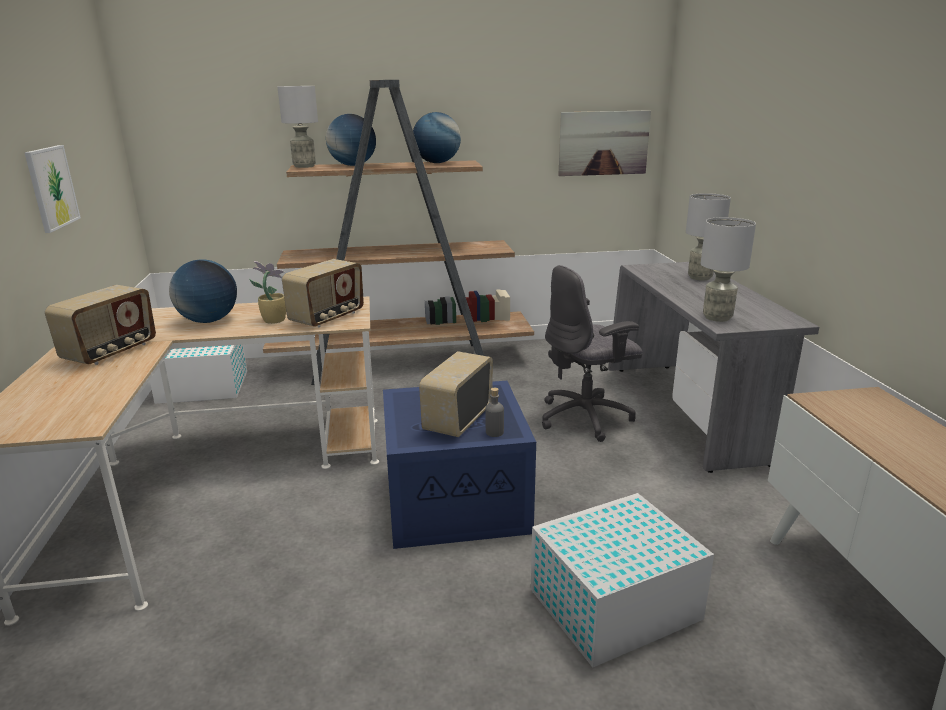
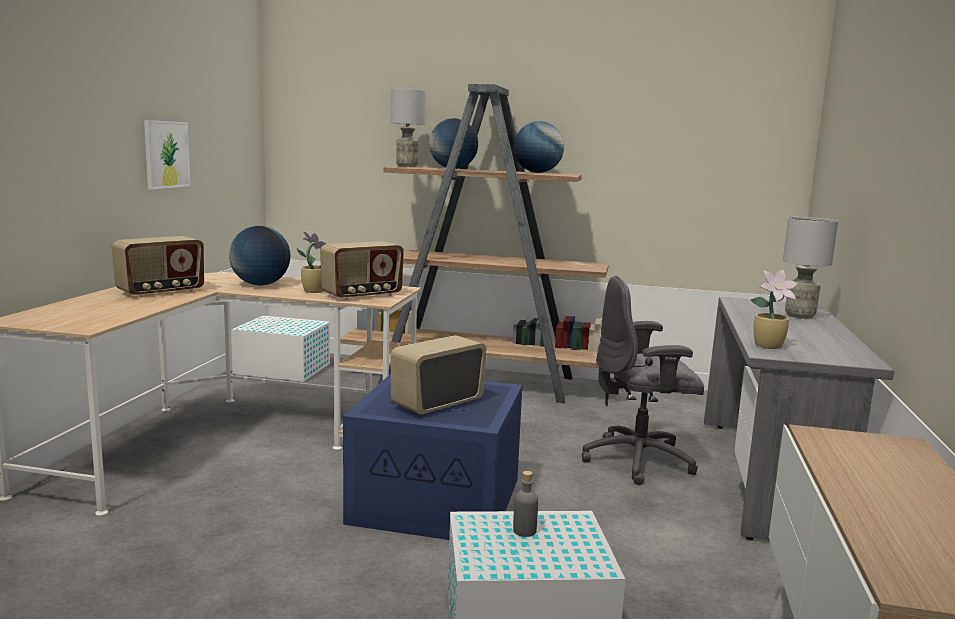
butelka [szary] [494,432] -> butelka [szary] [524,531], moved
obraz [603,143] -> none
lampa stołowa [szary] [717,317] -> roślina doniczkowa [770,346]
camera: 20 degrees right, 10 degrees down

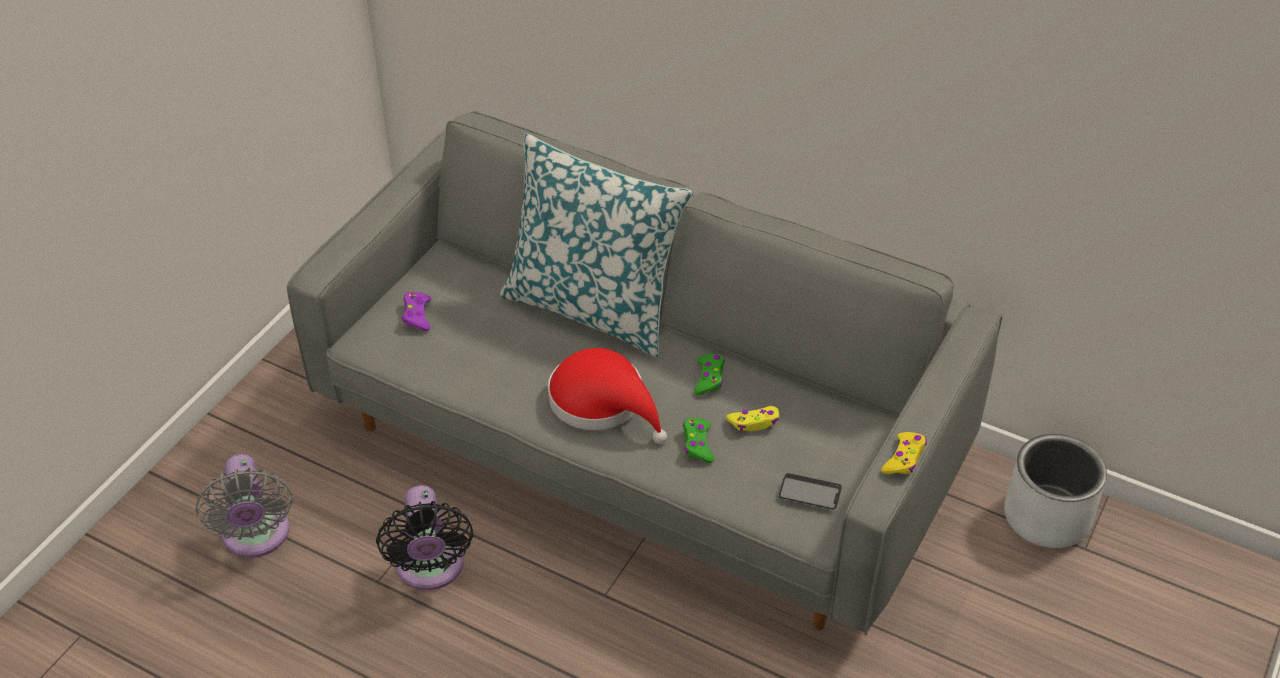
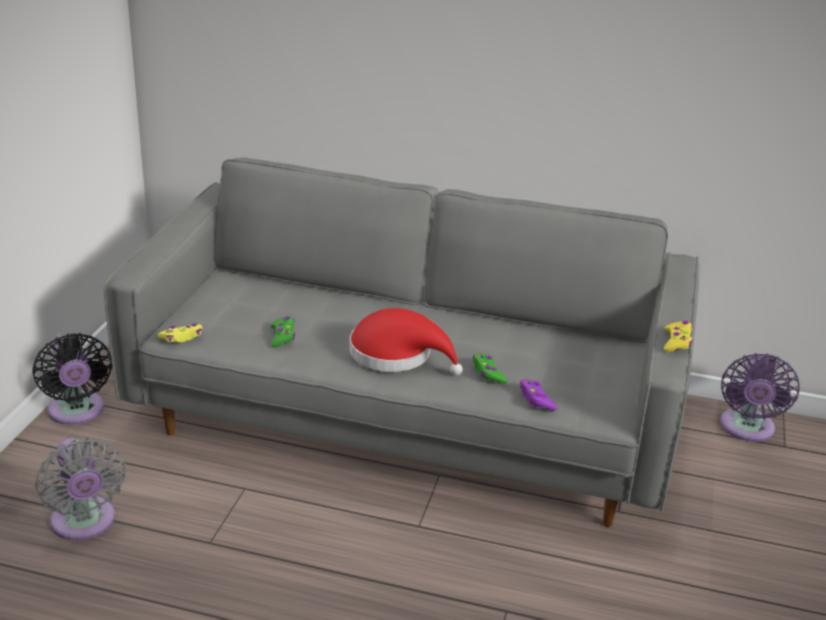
wentylator [czarny] [430,569] -> wentylator [czarny] [77,412], moved
pad do gier [fioletowy] [417,315] -> pad do gier [fioletowy] [536,400], moved
poduszka [593,307] -> none
pad do gier [zielony] [709,378] -> pad do gier [zielony] [283,336], moved
pad do gier [żółty] [754,422] -> pad do gier [żółty] [182,337], moved
telefon [810,493] -> none
donica [szary] [1047,516] -> wentylator [fioletowy] [746,429]
camera: 15 degrees left, 15 degrees down

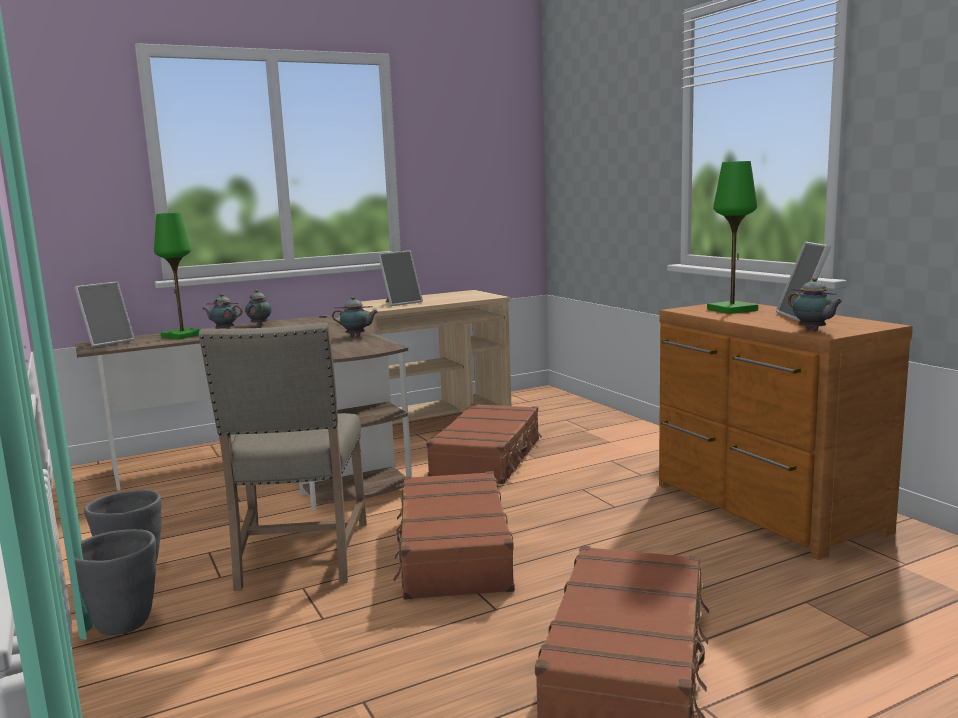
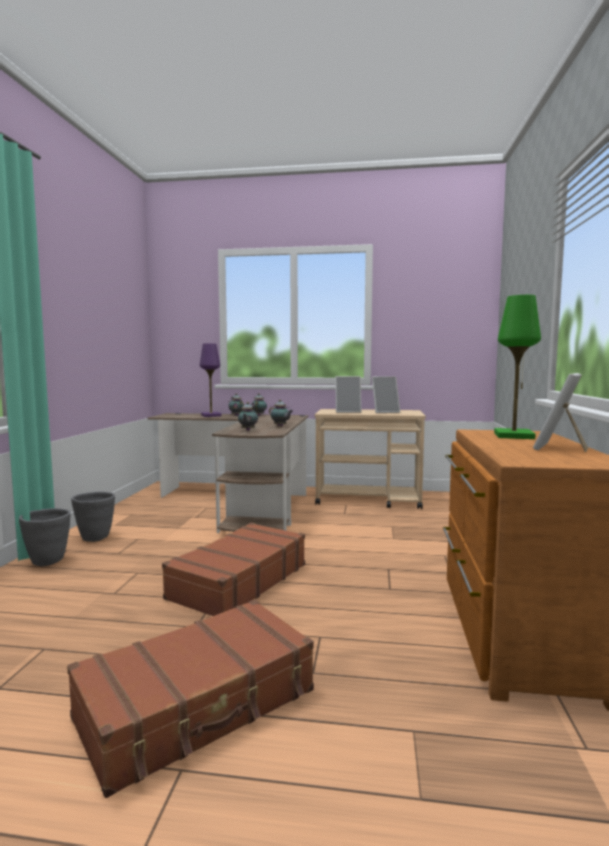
ramka na zdjęcie [108,342] -> ramka na zdjęcie [385,412], moved
lampa stołowa [zielony] [182,335] -> lampa stołowa [fioletowy] [211,415]
krzesło [beżowy] [300,557] -> none
walizka [brązowy] [488,458] -> none
imbryk [813,330] -> imbryk [247,430], moved
camera: 35 degrees right, 5 degrees down

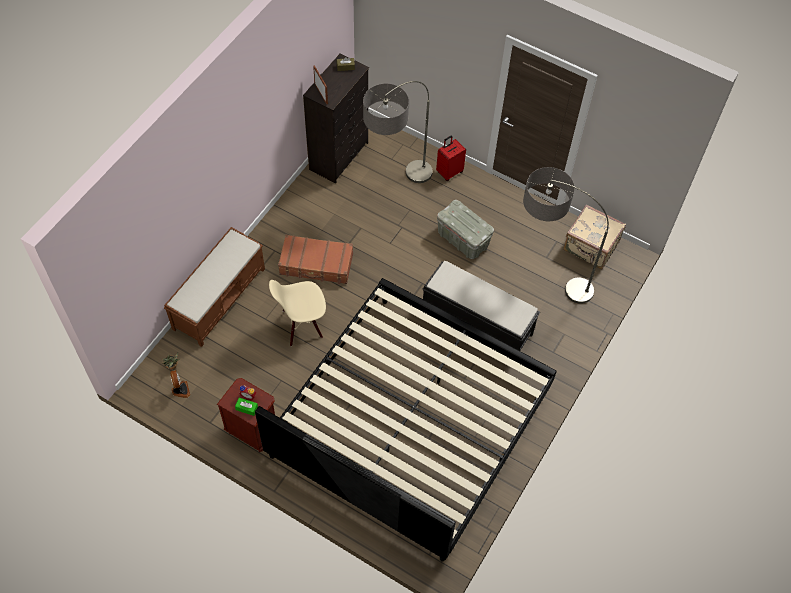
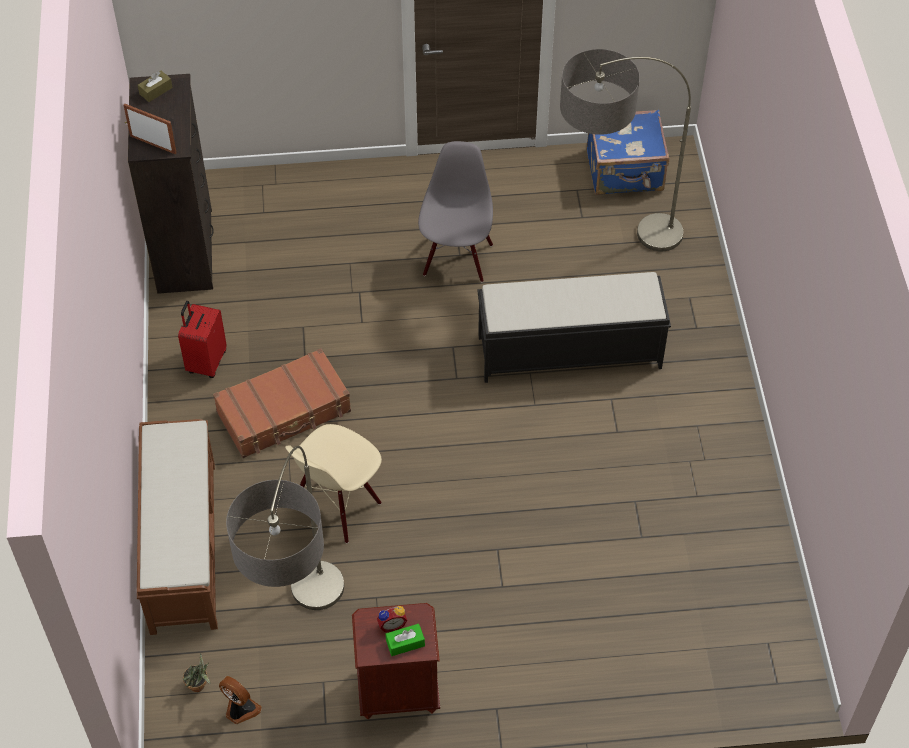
łóżko [410,422] -> none
lampa stojąca [395,190] -> lampa stojąca [304,644], moved
walizka [czerwony] [449,172] -> walizka [czerwony] [206,362], moved
pojemnik do przechowywania [szary] [463,240] -> krzesło [szary] [456,259]
walizka [beżowy] [590,247] -> walizka [niebieski] [625,172]
camera: 35 degrees left, 5 degrees down

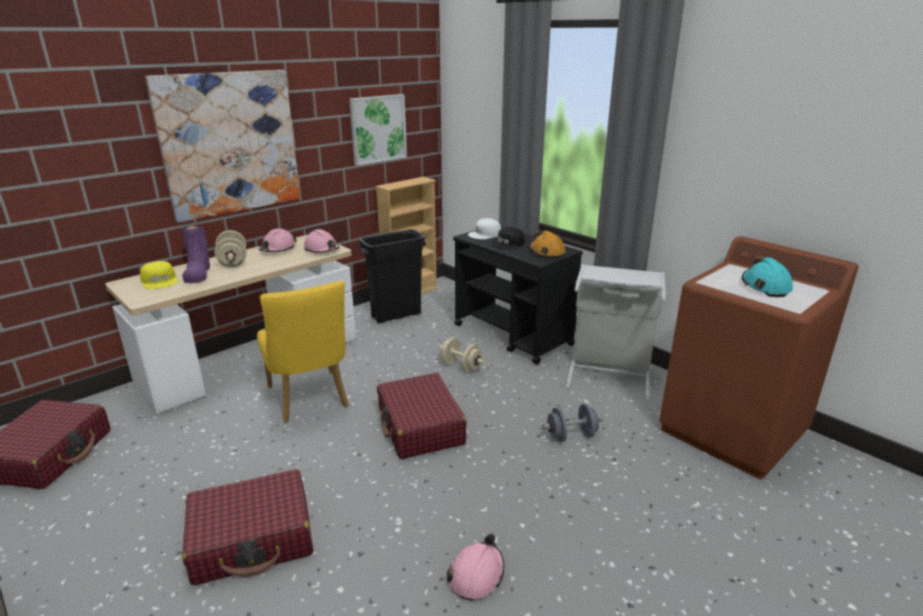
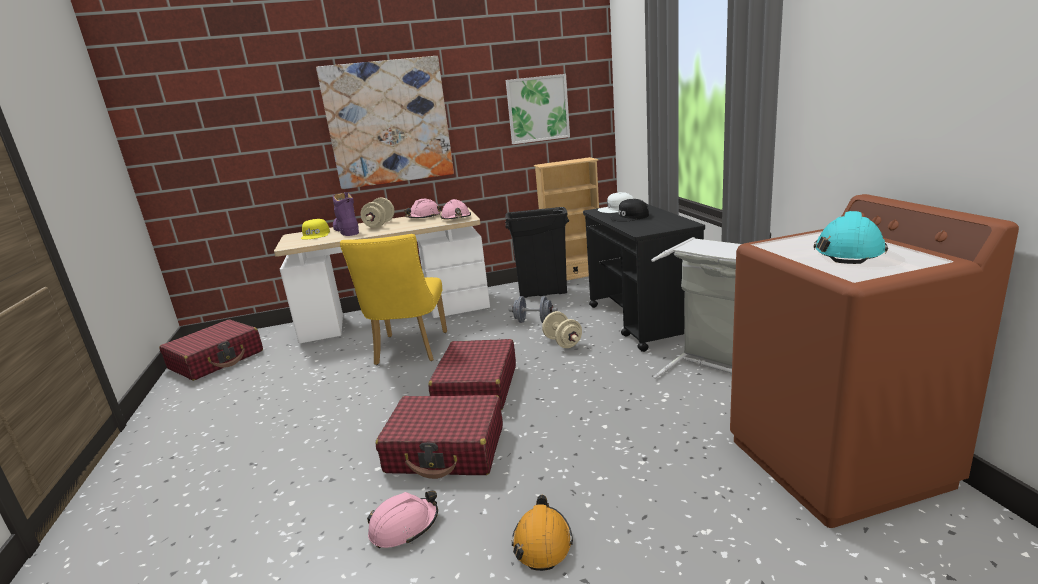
but z cholewką [fioletowy] [198,273] -> but z cholewką [fioletowy] [346,231], 135 degrees clockwise
walizka [czerwony] [252,539] -> walizka [czerwony] [446,449], moved
kask [pomarańczowy] [546,252] -> kask [pomarańczowy] [542,542], moved
hantel [szary] [571,436] -> hantel [szary] [533,321], moved
camera: 30 degrees right, 5 degrees down

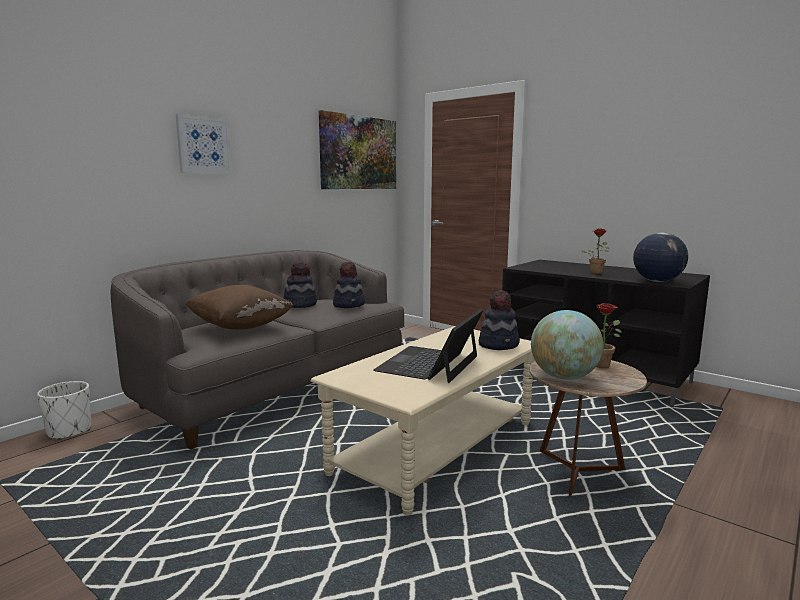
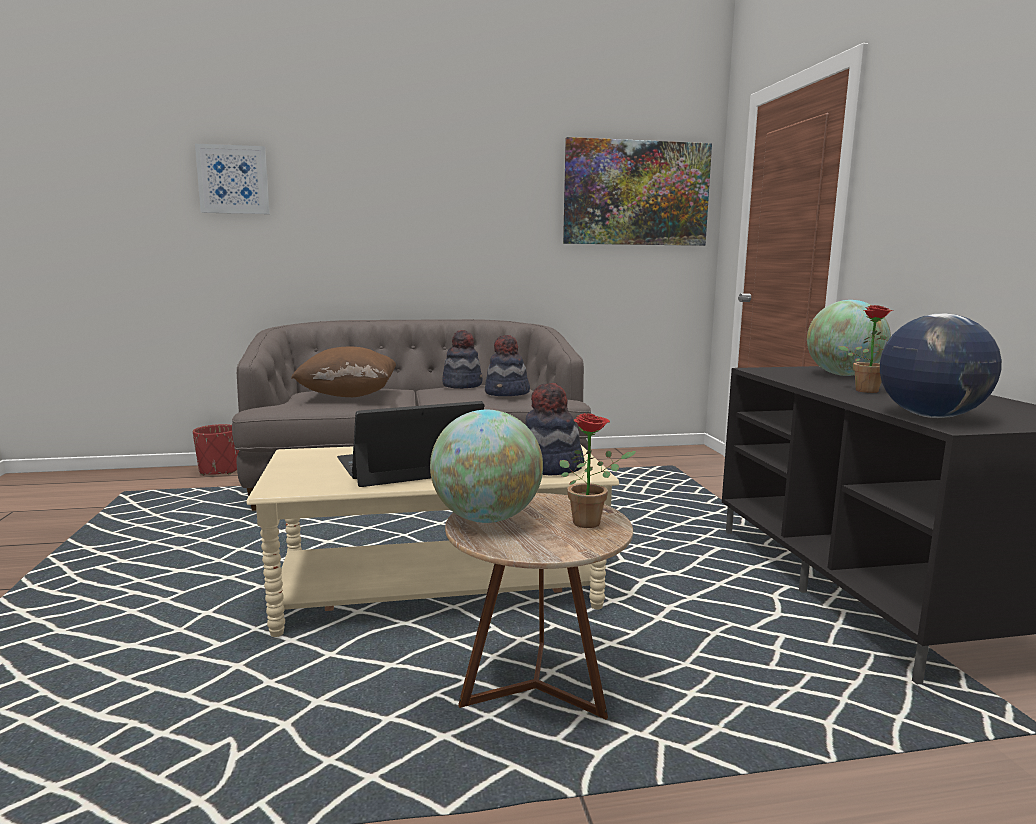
donica [biały] [69,431] -> donica [czerwony] [219,471]
obraz [203,145] -> obraz [233,179], moved
none -> globus [843,375]
camera: 40 degrees right, 0 degrees up

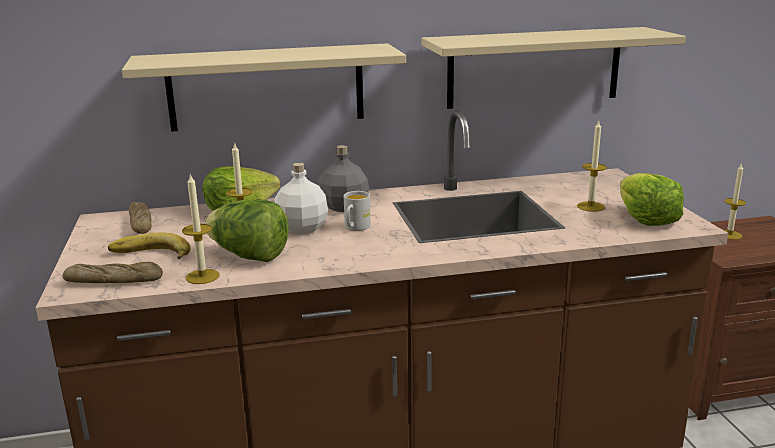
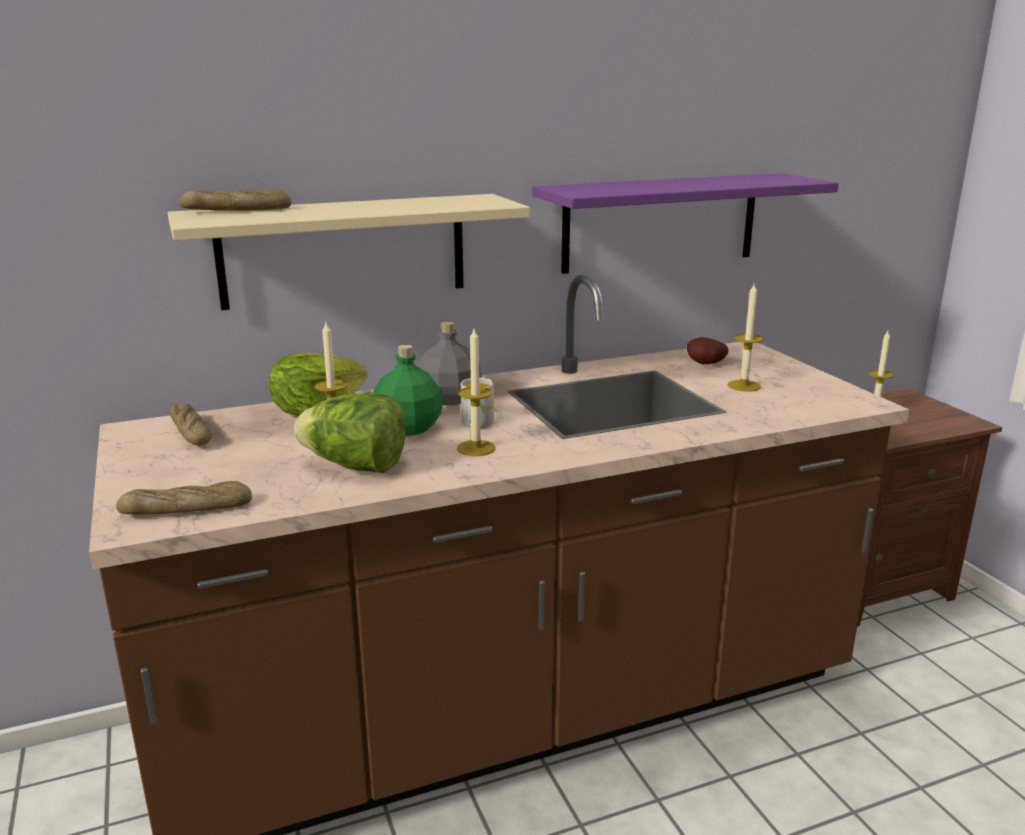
banan [150,256] -> none
świeca [202,276] -> świeca [476,448], moved
butelka [biały] [301,228] -> butelka [zielony] [408,428]
półka [beżowy] [534,67] -> półka [fioletowy] [660,222]
sałata [645,219] -> none
none -> chleb [237,210]
none -> ziemniak [705,364]
camera: 10 degrees left, 0 degrees up

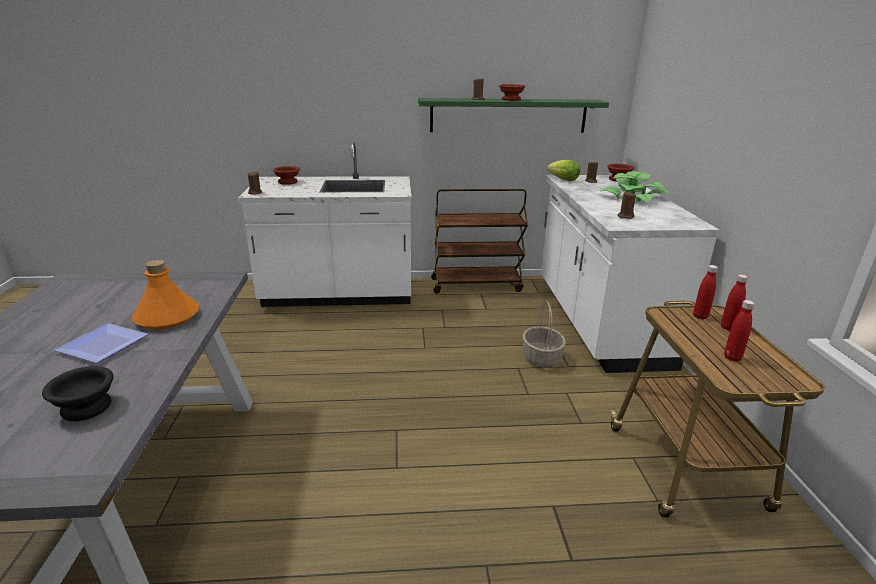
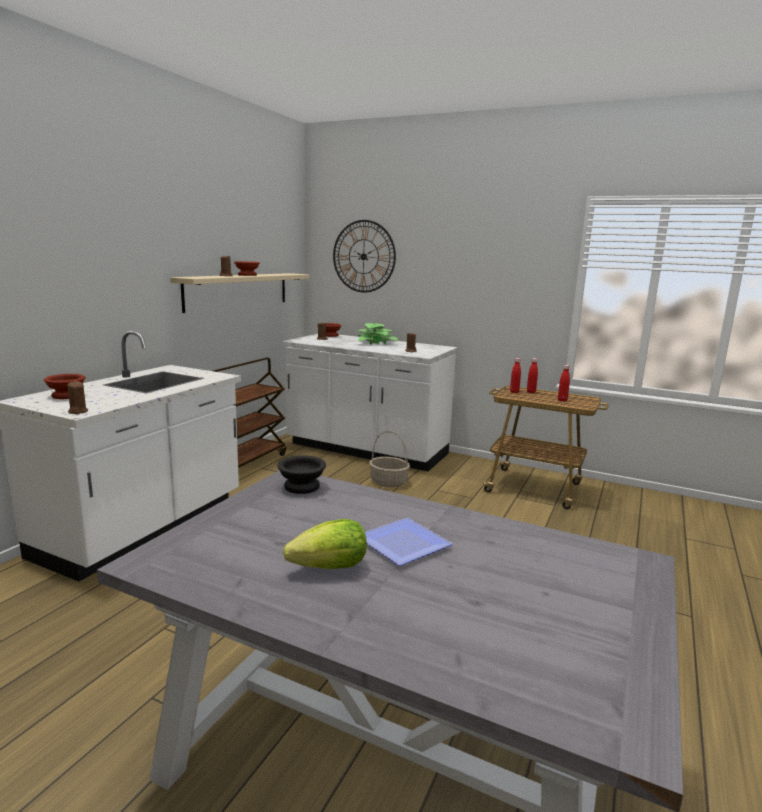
miska [czarny] [89,407] -> miska [czarny] [302,486], moved
butelka [pomarańczowy] [168,317] -> none
półka [zielony] [508,115] -> półka [beżowy] [238,291]
sałata [563,180] -> sałata [330,568], moved
none -> zegar ścienny [363,256]
camera: 60 degrees left, 10 degrees down

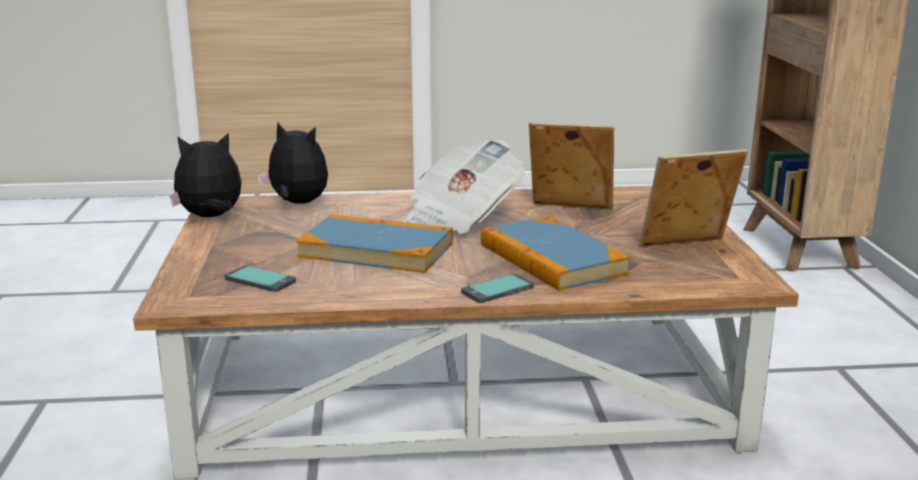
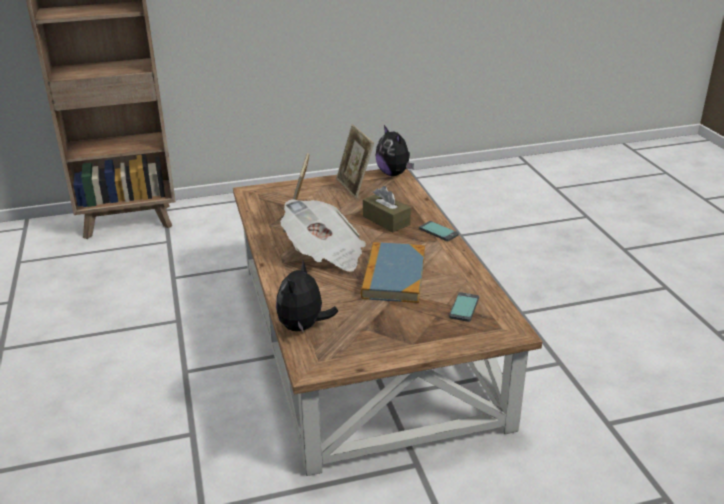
pluszak [211,217] -> pluszak [394,174], moved
książka [551,259] -> pudełko chusteczek [brązowy] [386,220]
camera: 100 degrees left, 10 degrees up

